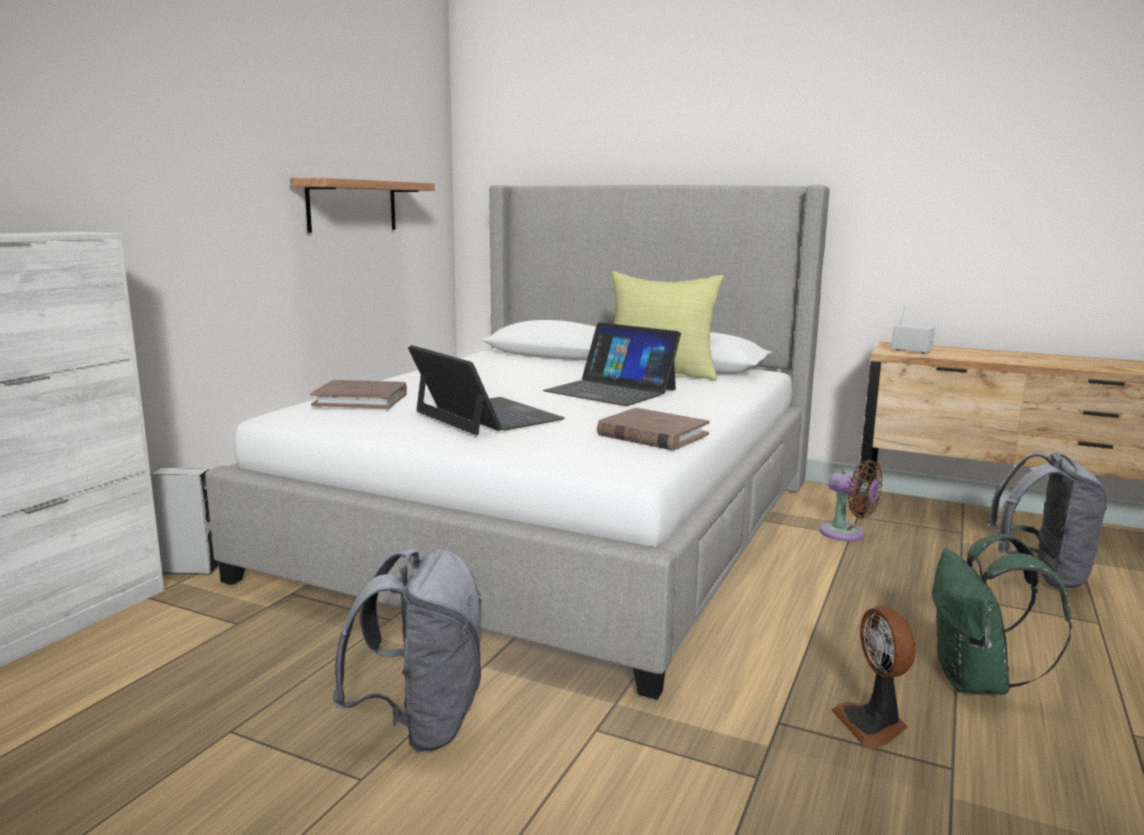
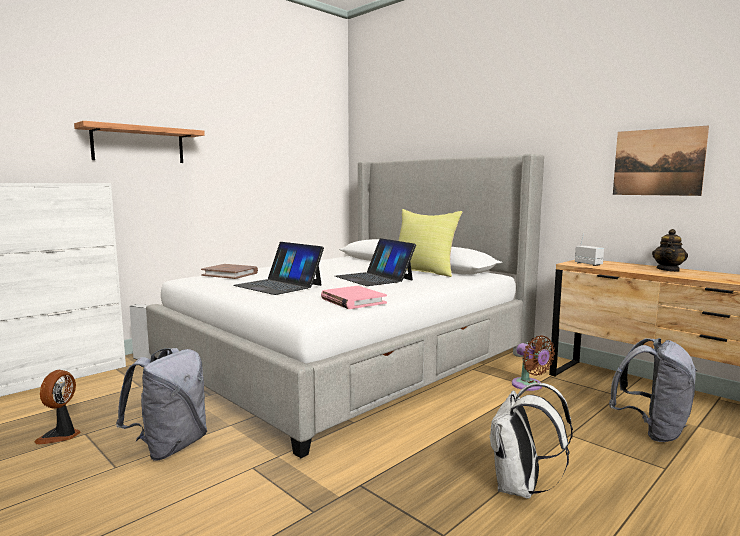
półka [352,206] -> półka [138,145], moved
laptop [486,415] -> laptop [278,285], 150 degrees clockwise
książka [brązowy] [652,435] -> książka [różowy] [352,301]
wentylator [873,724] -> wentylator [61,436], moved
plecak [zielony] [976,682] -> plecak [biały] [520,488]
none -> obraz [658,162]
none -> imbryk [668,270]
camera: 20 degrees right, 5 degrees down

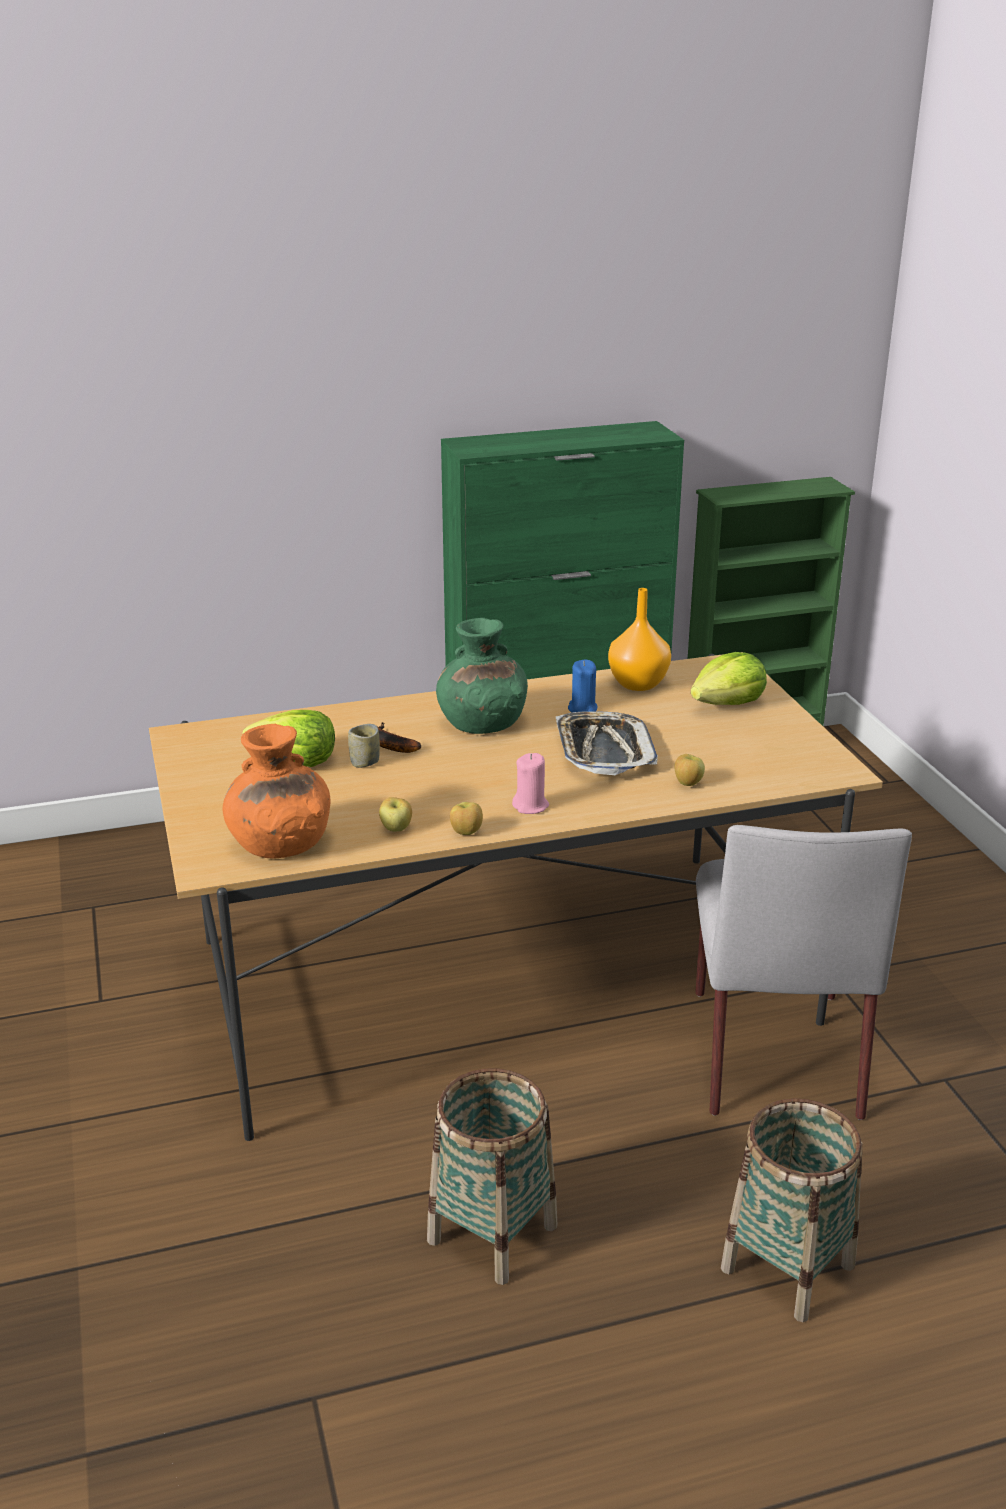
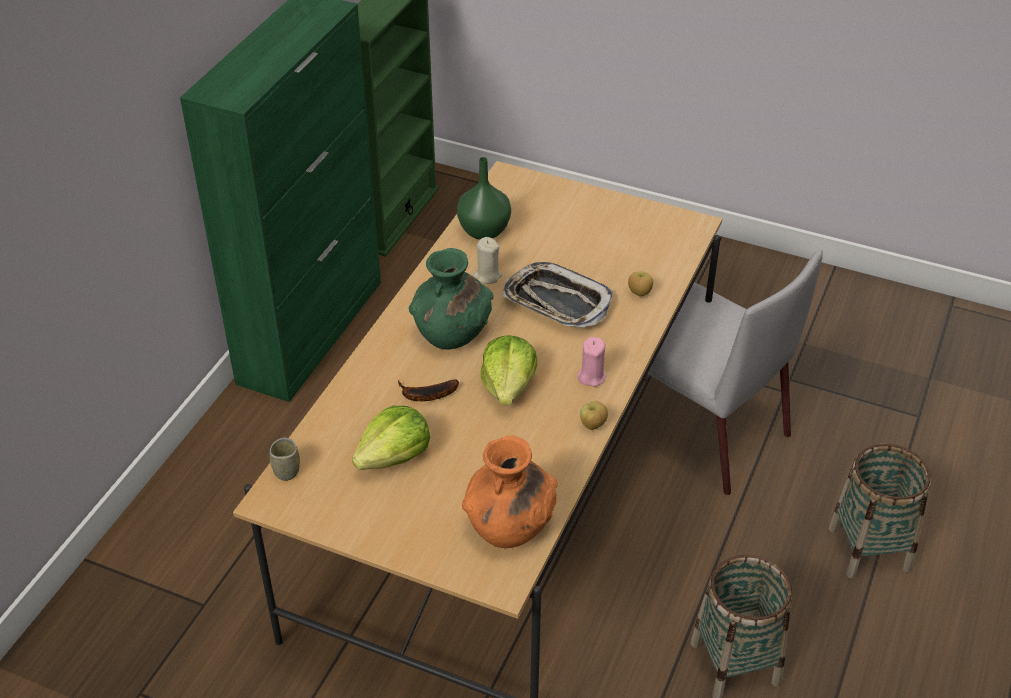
filiżanka [365,762] -> filiżanka [286,471], moved
jabłko [396,829] -> none
świeca [niebieski] [582,708] -> świeca [beżowy] [487,276]
wazon [pomarańczowy] [638,683] -> wazon [zielony] [483,230]
sałata [728,703] -> sałata [508,386], moved
camera: 50 degrees left, 15 degrees up

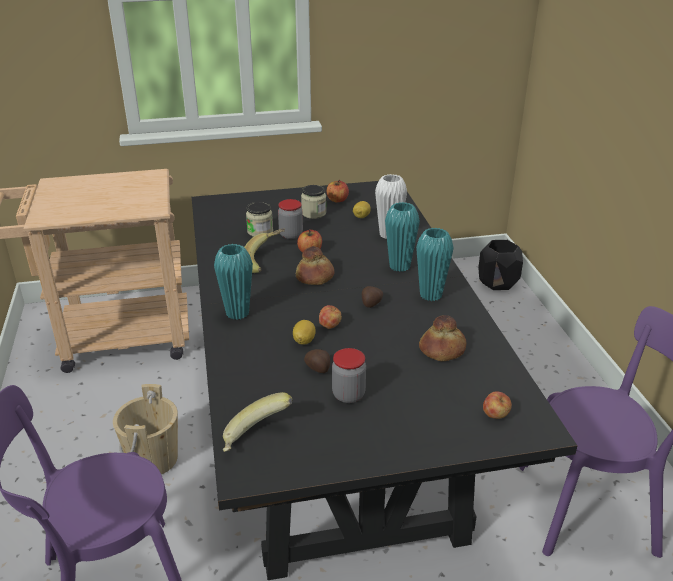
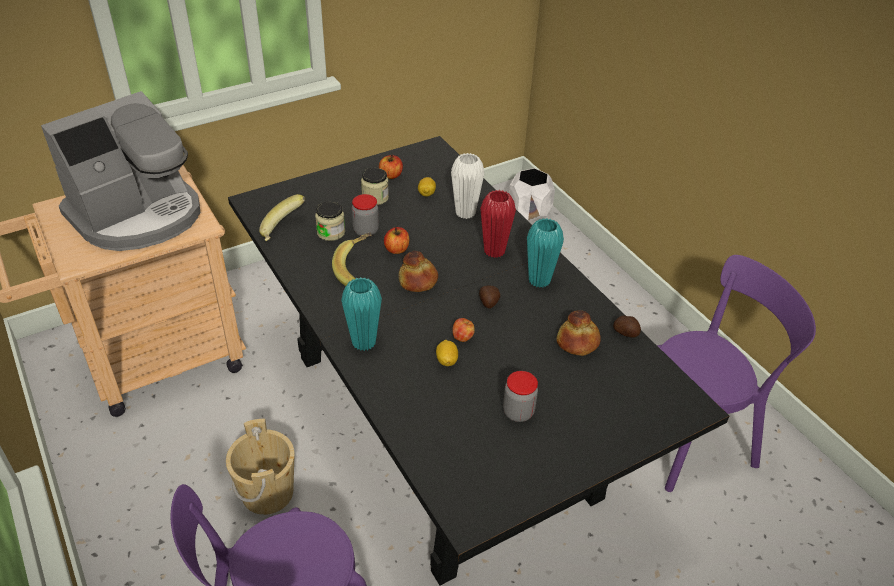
banan [256,438] -> banan [283,230], moved
ziemniak [318,369] -> ziemniak [626,333], moved
wazon [turkusowy] [399,266] -> wazon [czerwony] [494,251]
donica [czarny] [498,283] -> donica [biały] [529,213]
jabłko [495,415] -> none
none -> ekspres do kawy [138,215]
camera: 20 degrees left, 10 degrees up

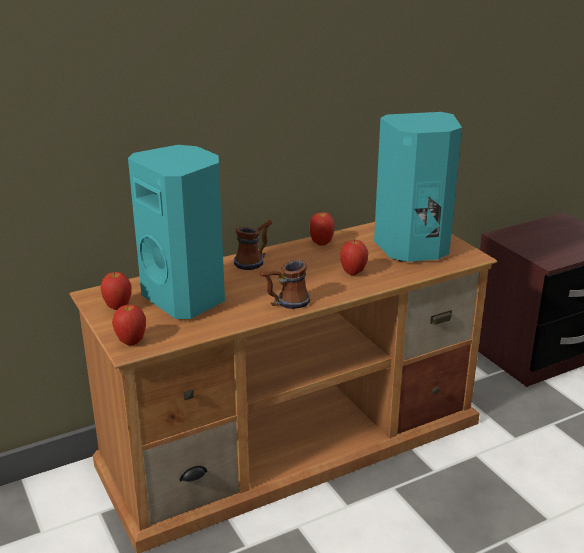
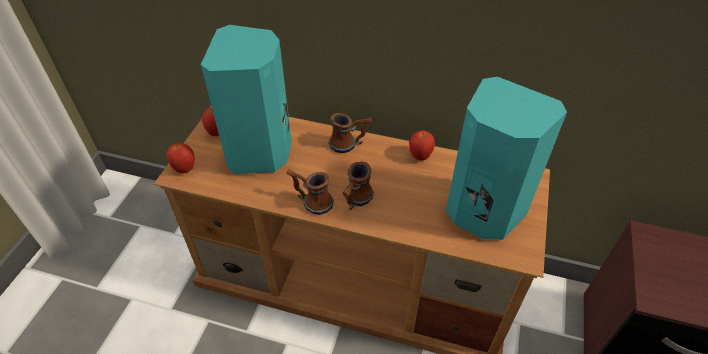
jabłko [353,273] -> none
none -> kubek [355,201]
camera: 45 degrees right, 20 degrees up

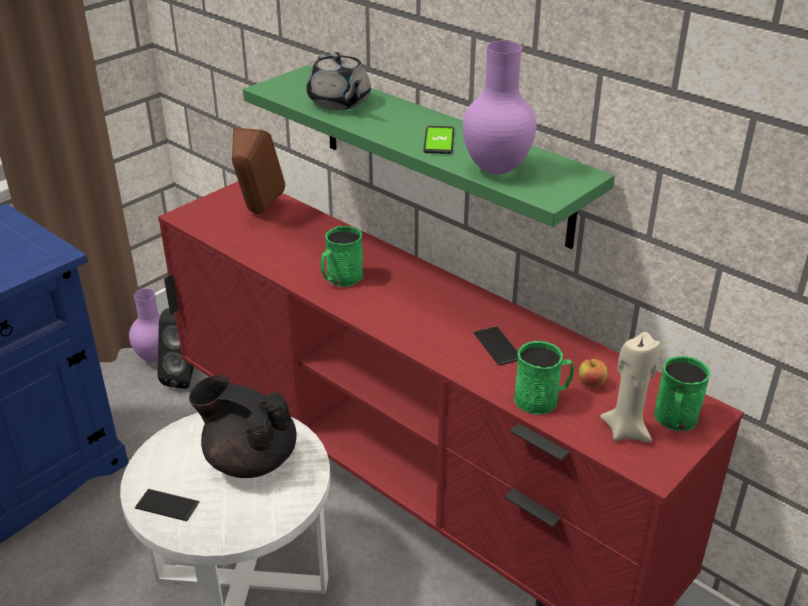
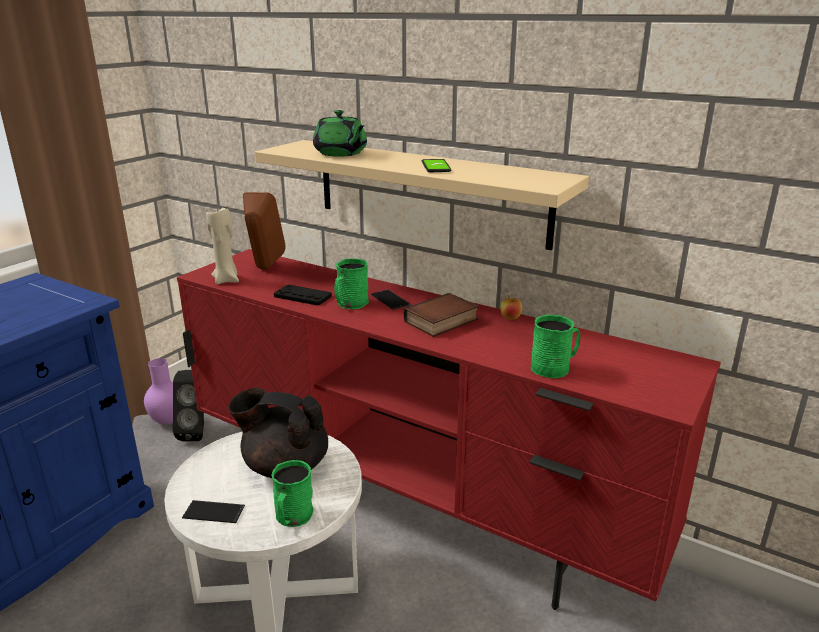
półka [zielony] [442,154] -> półka [beżowy] [429,192]
imbryk [szary] [339,102] -> imbryk [zielony] [341,153]
wazon [fioletowy] [496,170] -> none
telefon [497,346] -> telefon [390,300], moved
jabłko [591,384] -> jabłko [510,318], moved
świeca [beżowy] [626,430] -> świeca [beżowy] [227,280], moved
kubek [zielony] [675,420] -> kubek [zielony] [292,517], moved
none -> pad do gier [czarny] [302,296]
none -> książka [442,322]
camera: 10 degrees left, 10 degrees down

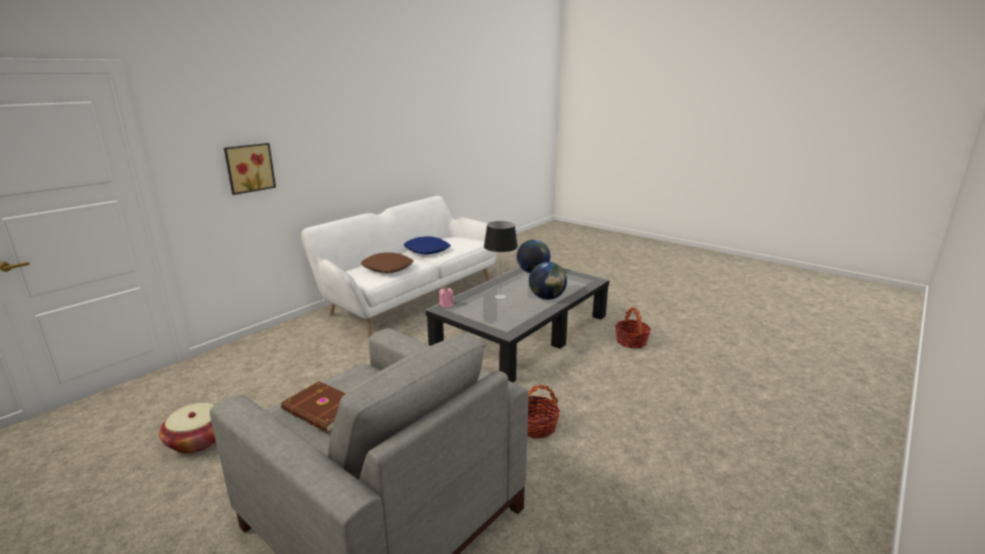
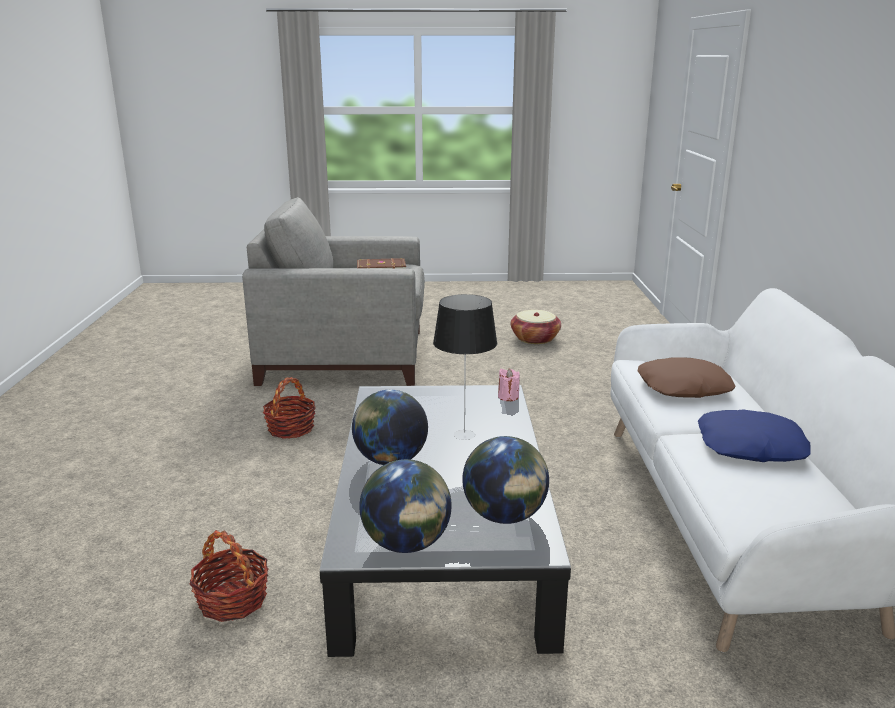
obraz [249,168] -> none
none -> globus [407,544]
camera: 140 degrees right, 0 degrees up

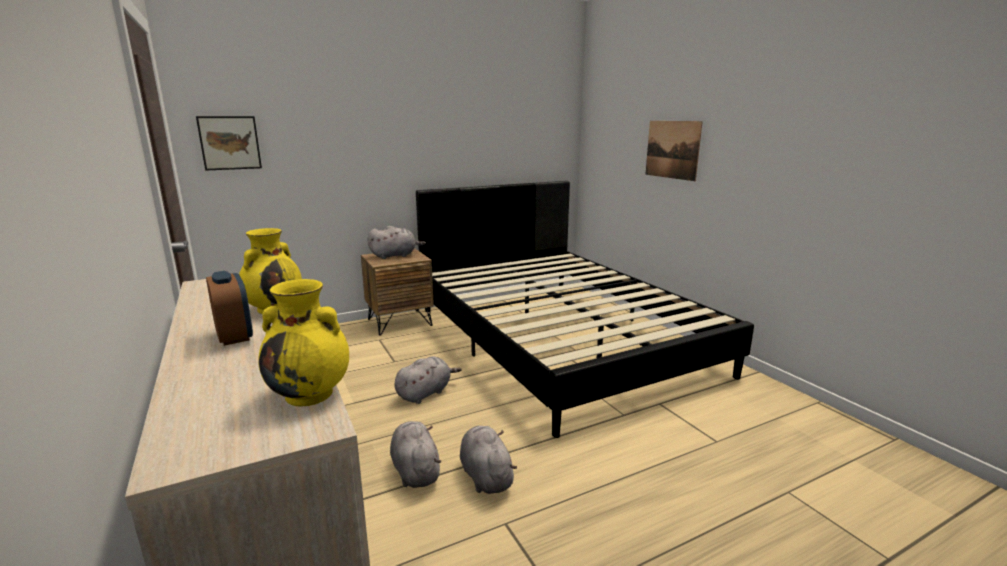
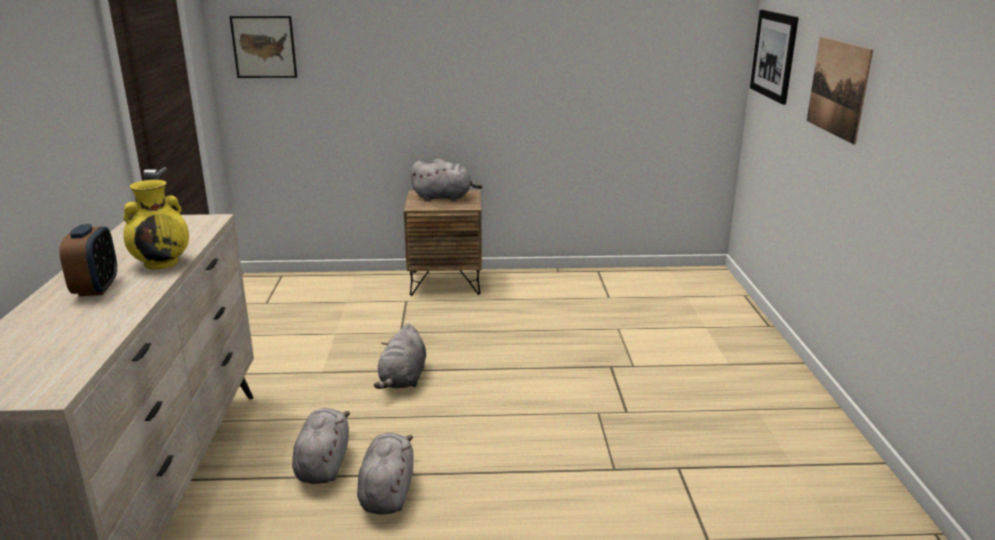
wazon [żółty] [311,394] -> none
pluszak [szary] [425,393] -> pluszak [szary] [403,379], 120 degrees clockwise
łóżko [czarny] [559,338] -> none
none -> obraz [773,55]
camera: 25 degrees right, 5 degrees up

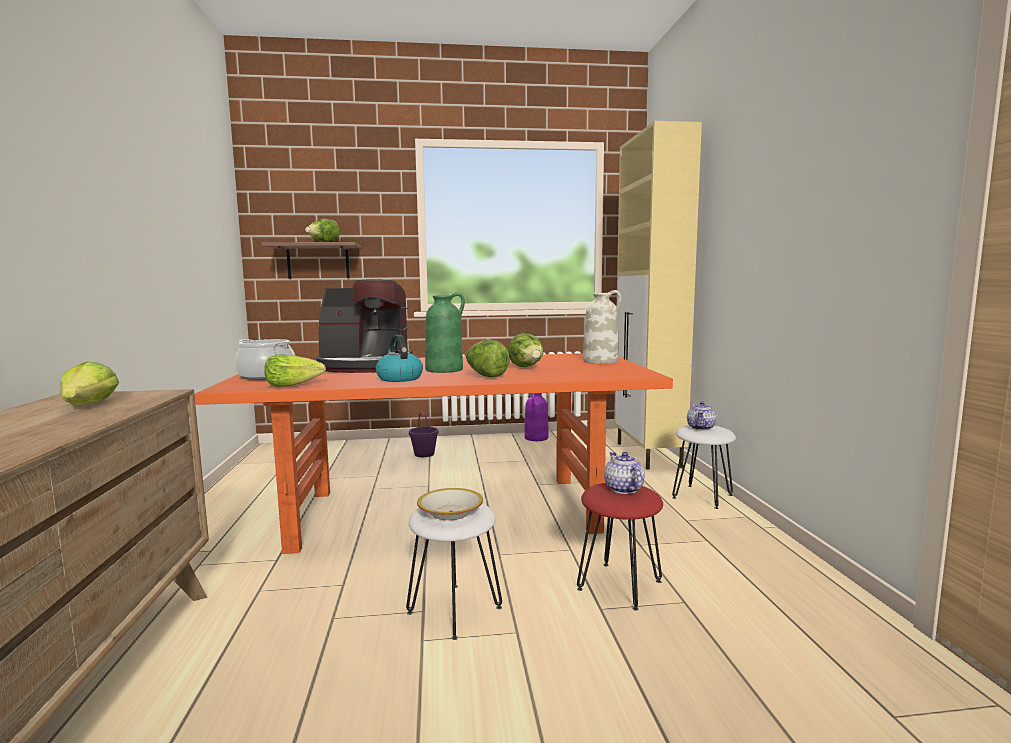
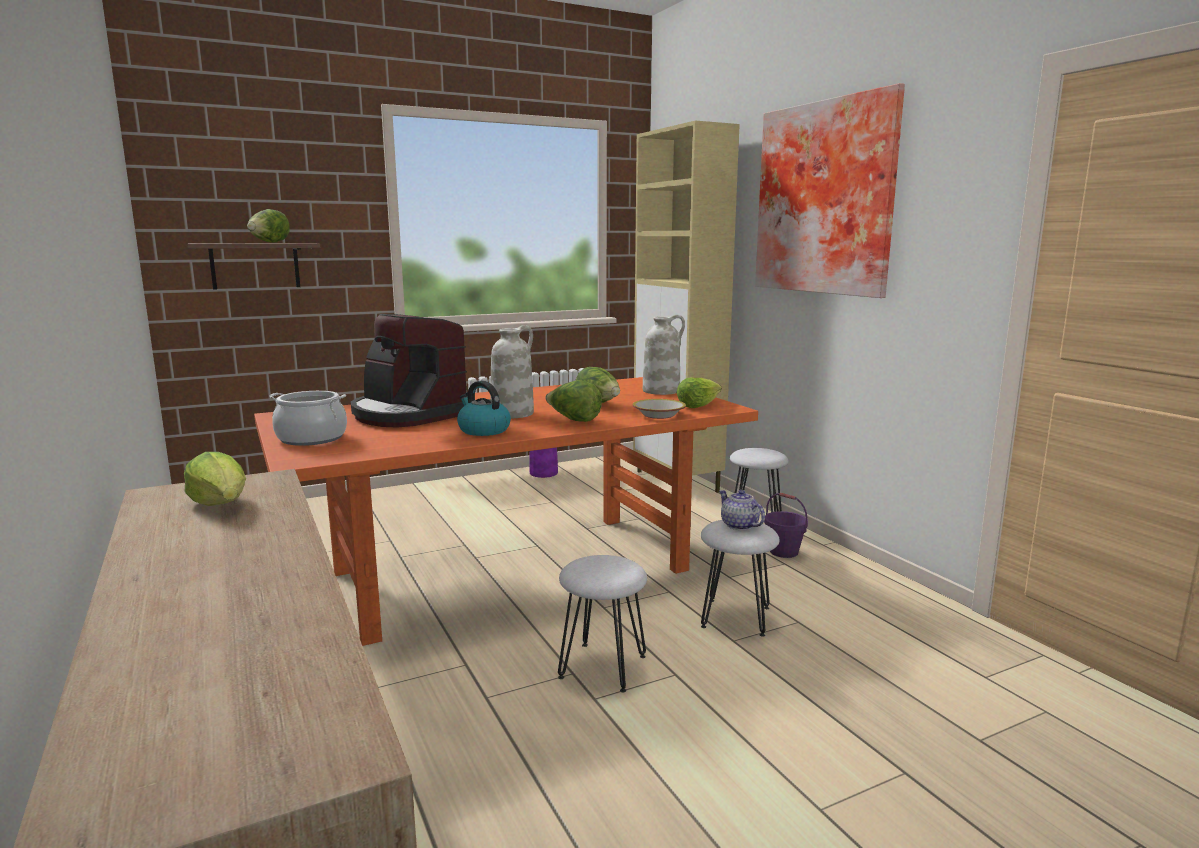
sałata [293,385] -> sałata [697,405], moved
ekspres do kawy [364,366] -> ekspres do kawy [407,414], 60 degrees clockwise
wiadro [fioletowy] [424,454] -> wiadro [fioletowy] [783,552], moved
miska [450,513] -> miska [659,415], moved
wazon [zielony] [444,369] -> wazon [biały] [512,413]
stołek [czerwony] [619,585] -> stołek [biały] [735,617]
imbryk [701,428] -> none
none -> obraz [827,198]
camera: 20 degrees left, 5 degrees up

